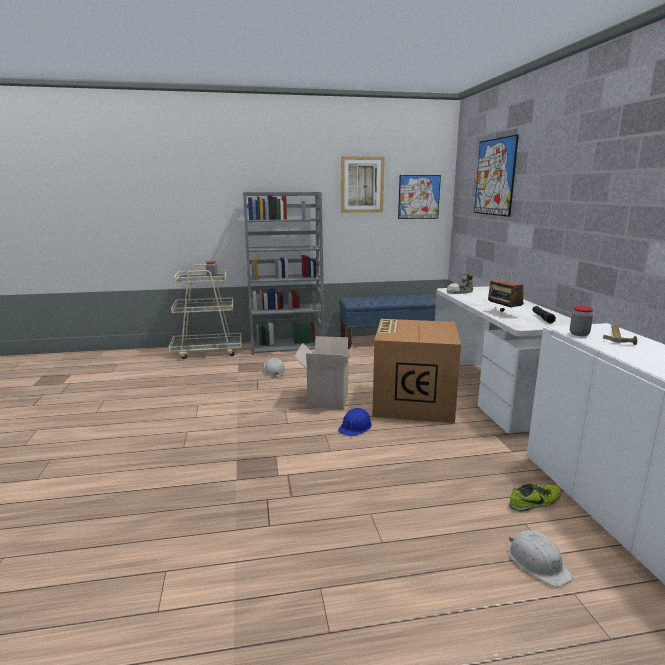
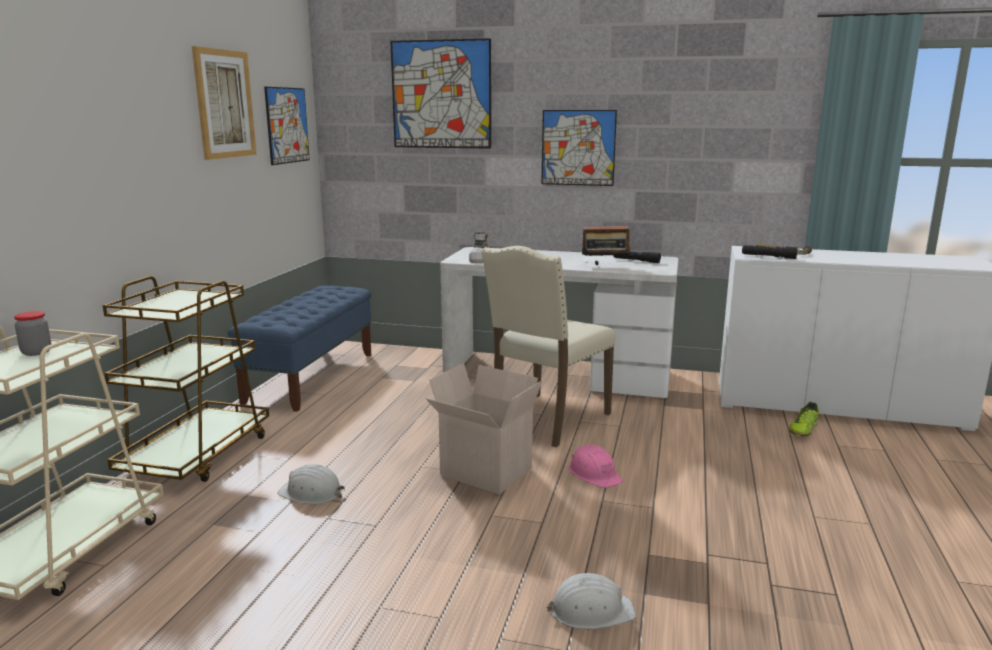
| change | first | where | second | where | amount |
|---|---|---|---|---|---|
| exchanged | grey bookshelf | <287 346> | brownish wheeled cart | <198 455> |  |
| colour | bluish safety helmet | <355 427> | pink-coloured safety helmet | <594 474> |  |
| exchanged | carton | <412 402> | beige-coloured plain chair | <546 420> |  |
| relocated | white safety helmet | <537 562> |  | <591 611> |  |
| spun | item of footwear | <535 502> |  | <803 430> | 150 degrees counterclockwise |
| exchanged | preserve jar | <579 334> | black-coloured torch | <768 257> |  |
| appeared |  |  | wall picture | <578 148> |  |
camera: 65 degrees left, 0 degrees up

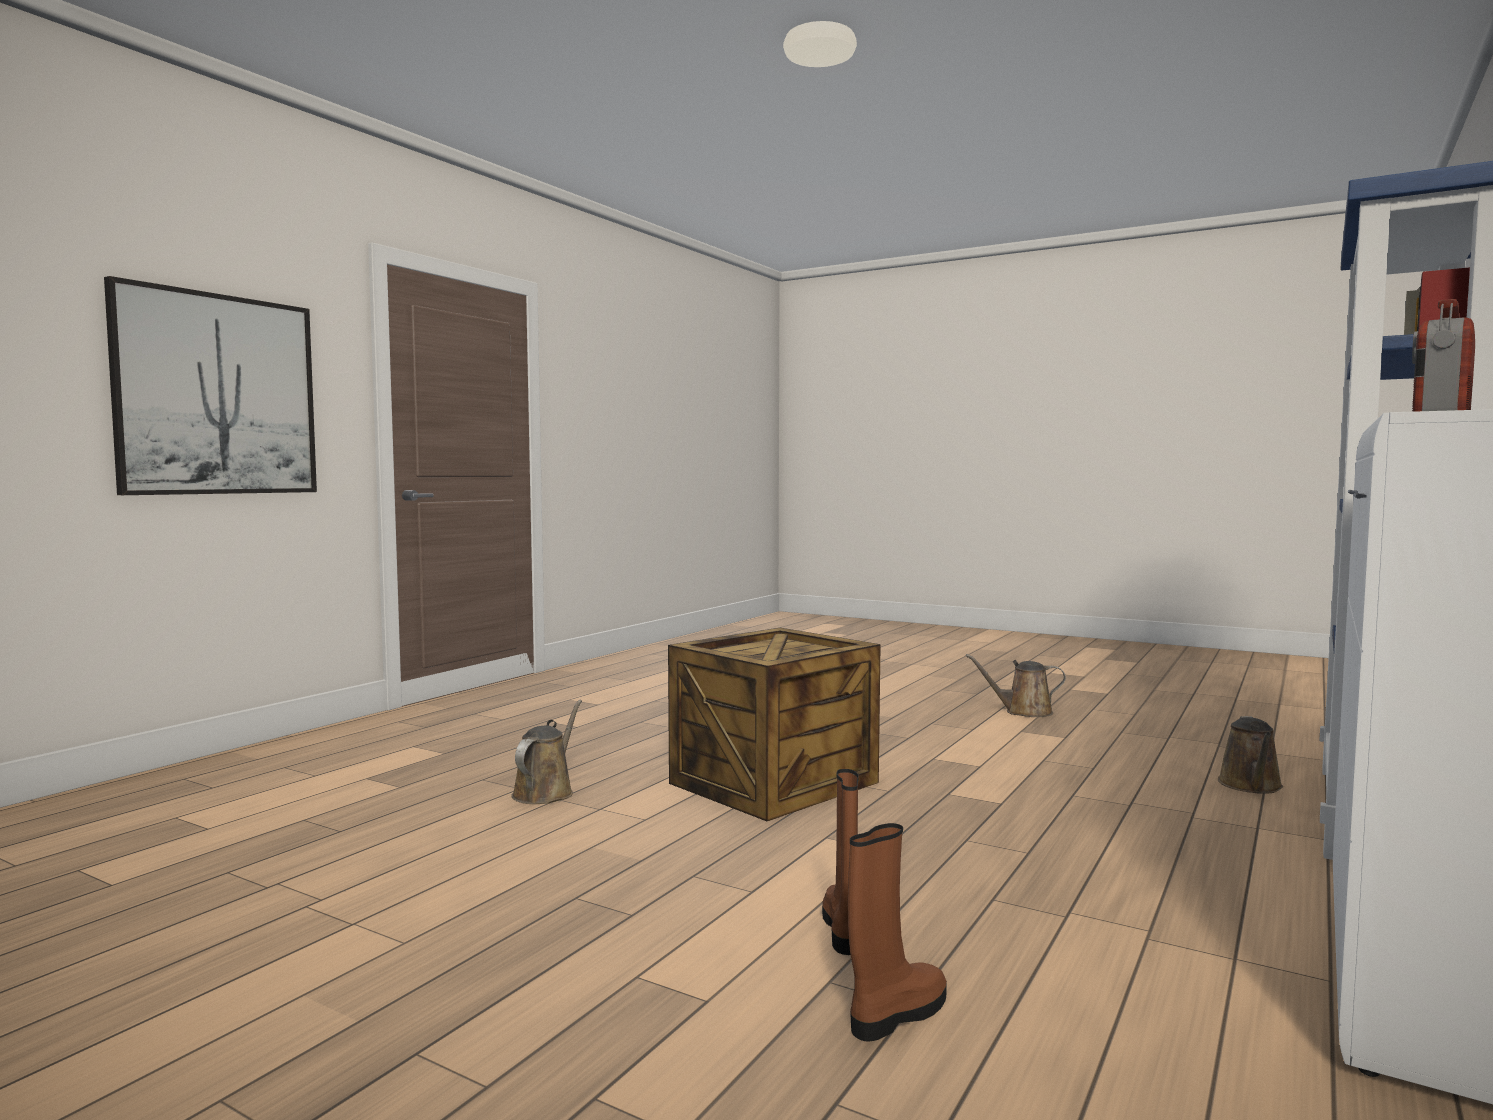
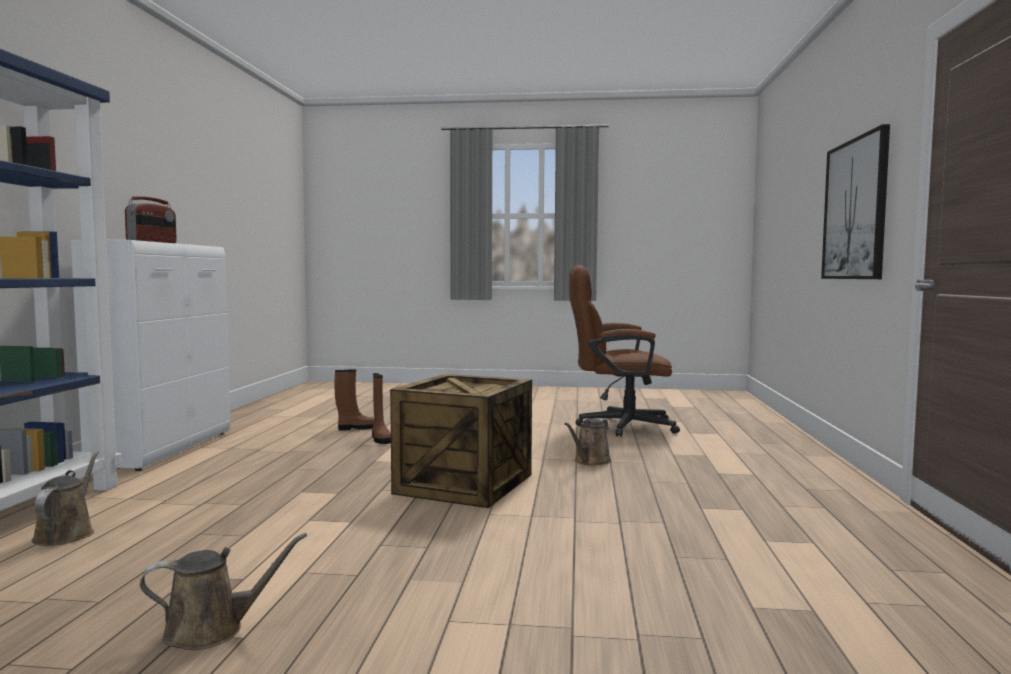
| change | first | where | second | where | amount |
|---|---|---|---|---|---|
| spun | brownish watering can | <546 792> |  | <590 461> | 45 degrees clockwise |
| spun | brownish boot | <896 1014> |  | <356 428> | 135 degrees counterclockwise |
| appeared |  |  | brownish office chair | <617 426> |  |
camera: 155 degrees right, 0 degrees up

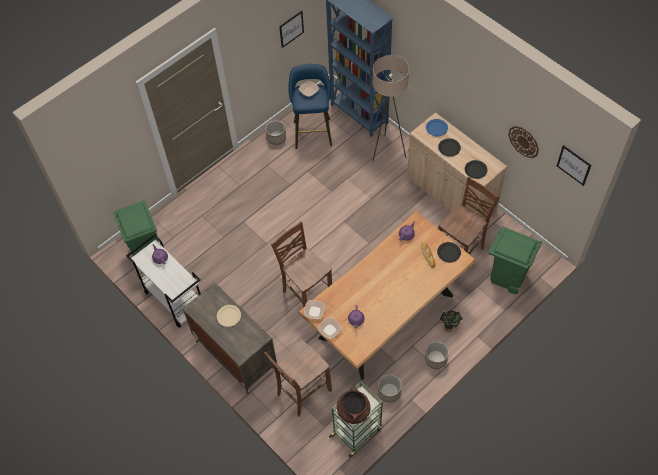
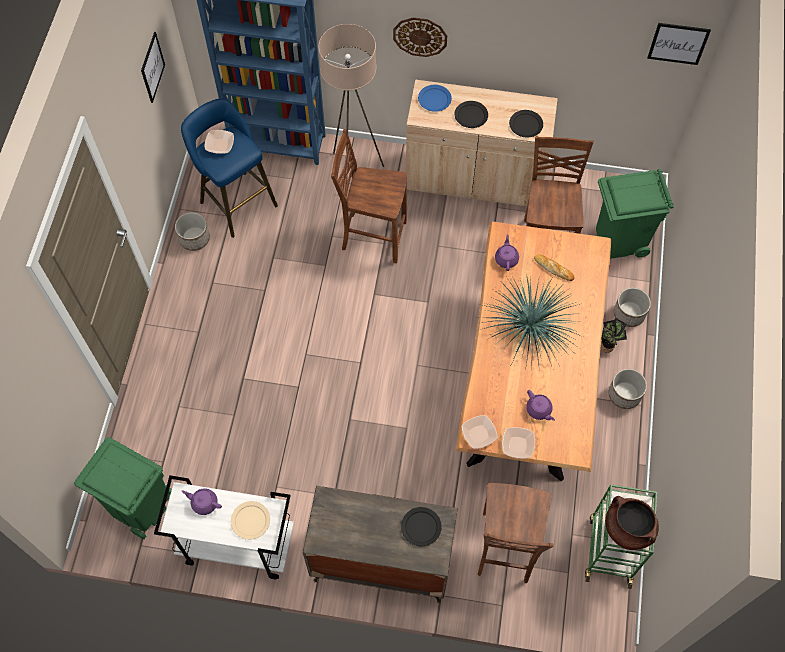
| change | first | where | second | where | amount |
|---|---|---|---|---|---|
| relocated | beige-coloured flat dish | <229 316> |  | <251 520> |  |
| relocated | brownish plain chair | <306 295> |  | <372 236> |  |
| relocated | flower pot | <389 392> |  | <629 314> |  |
| relocated | black-coloured flat dish | <449 253> |  | <421 527> |  |
| relocated | clock on the wall | <524 141> |  | <420 36> |  |
| appeared |  |  | houseplant | <530 326> |  |
camera: 40 degrees left, 5 degrees up

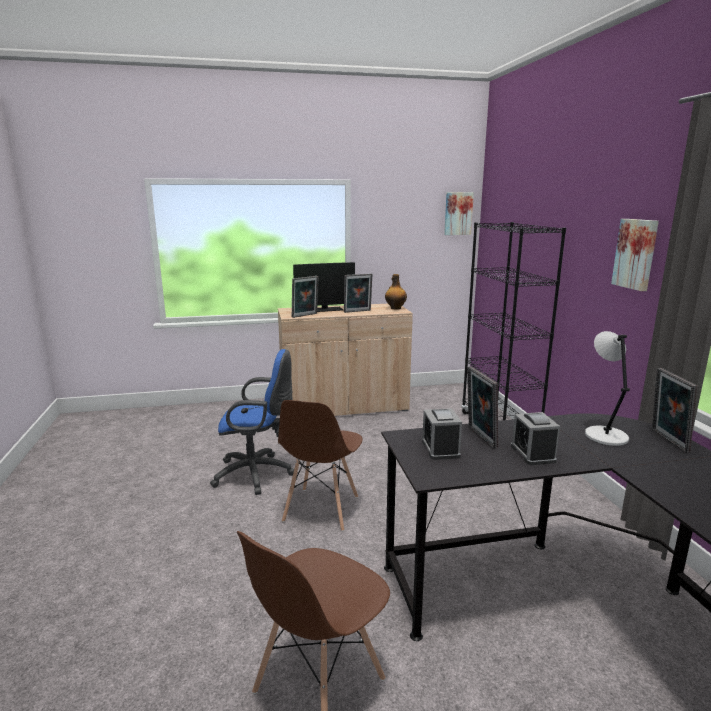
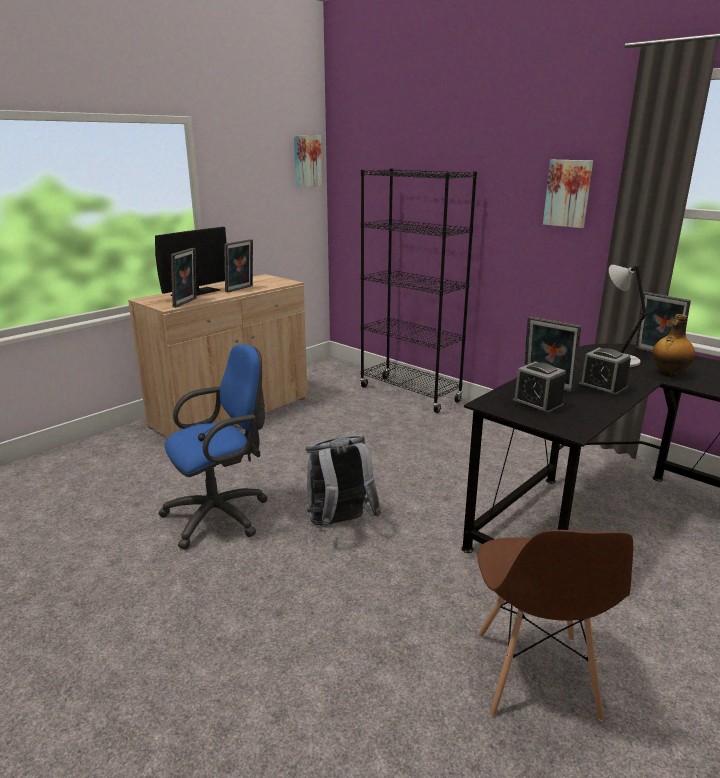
| change | first | where | second | where | amount |
|---|---|---|---|---|---|
| exchanged | brownish plain chair | <321 509> | grey rucksack | <340 524> |  |
| relocated | beverage bottle | <395 308> |  | <668 373> |  |
camera: 35 degrees left, 5 degrees up

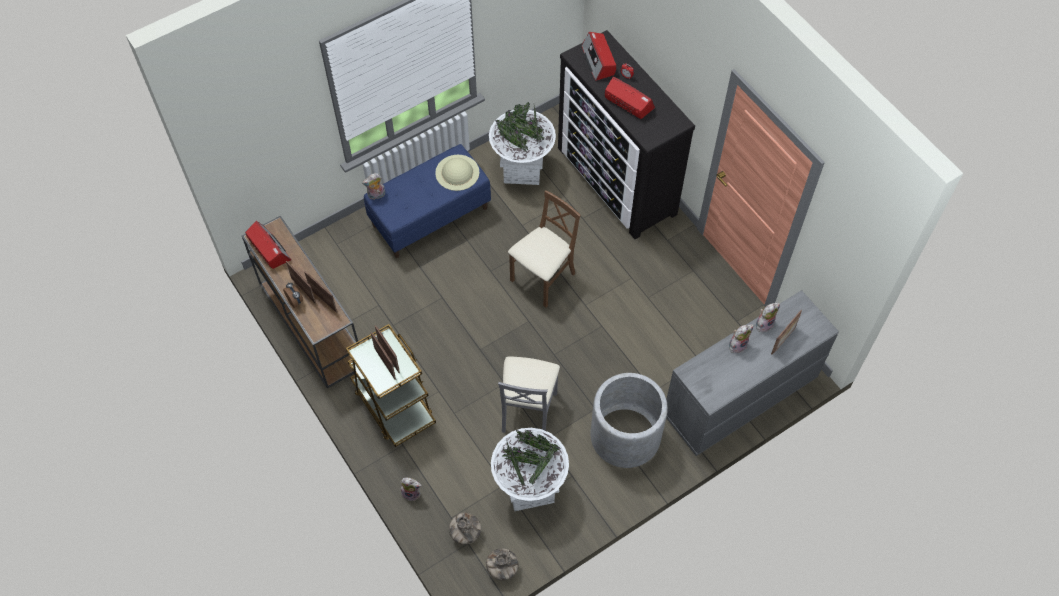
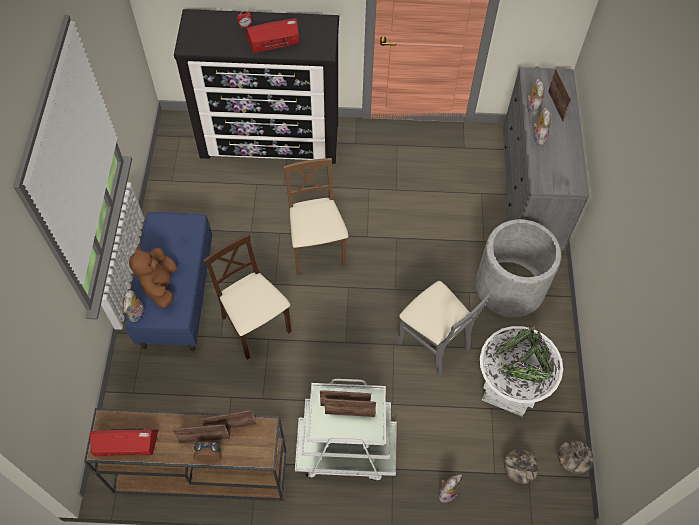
| change | first | where | second | where | amount |
|---|---|---|---|---|---|
| colour | brownish wheeled cart | <393 405> | white wheeled cart | <345 450> |  |
| missing | beige-coloured wearable hat | <457 172> |  |  |  |
| missing | white flower pot | <522 169> |  |  |  |
| missing | radio set | <598 61> |  |  |  |
| appeared |  |  | brownish cuddly toy | <160 285> |  |
| appeared |  |  | beige-coloured plain chair | <255 326> |  |
camera: 55 degrees left, 0 degrees up

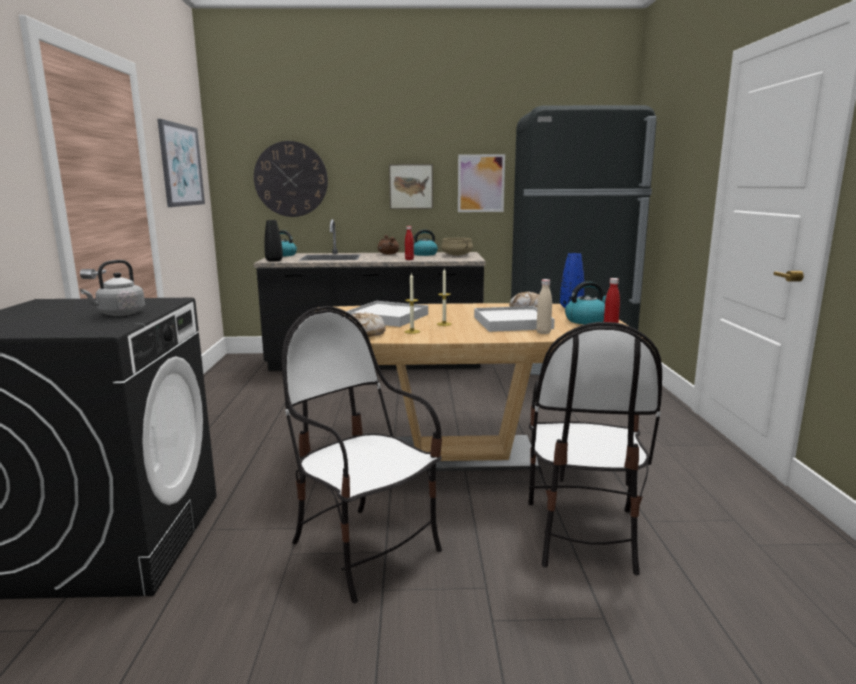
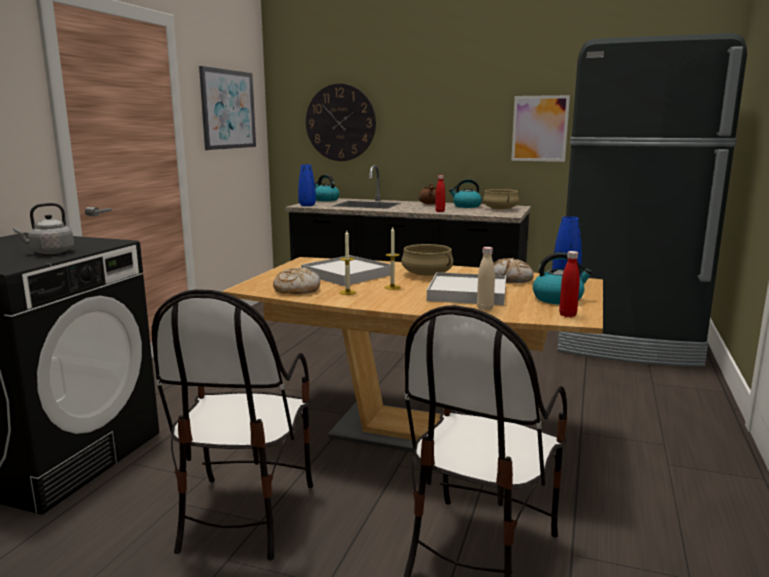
| change | first | where | second | where | amount |
|---|---|---|---|---|---|
| colour | black-coloured decorative vase | <274 260> | bluish decorative vase | <307 205> |  |
| spun | plain chair | <365 550> |  | <243 514> | 150 degrees counterclockwise |
| missing | wall picture | <411 186> |  |  |  |
| appeared |  |  | beige-coloured saucepot | <427 274> |  |
camera: 20 degrees right, 0 degrees up

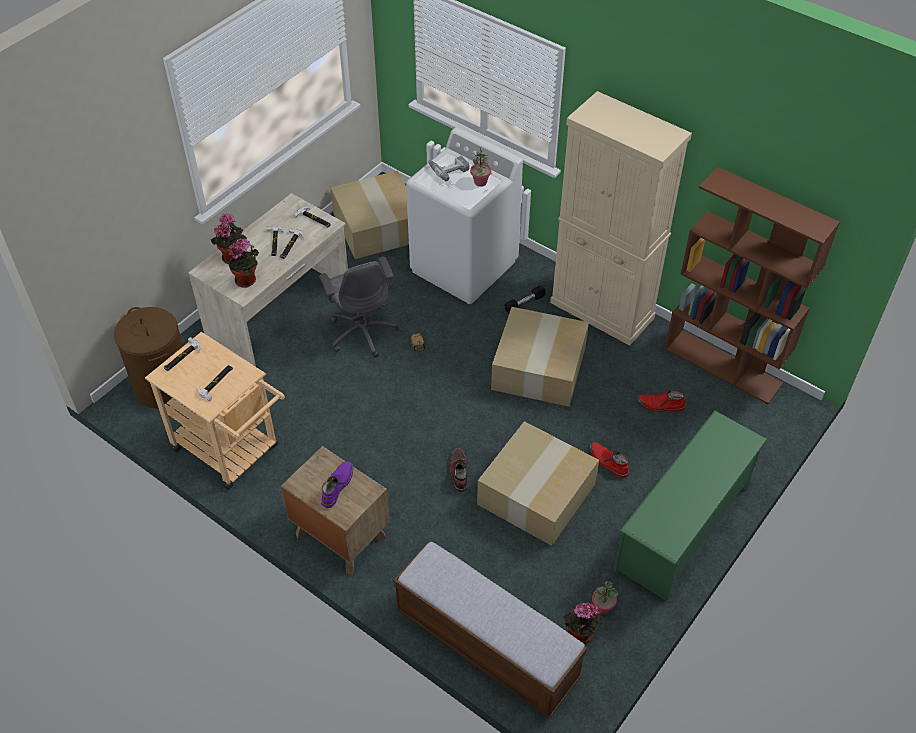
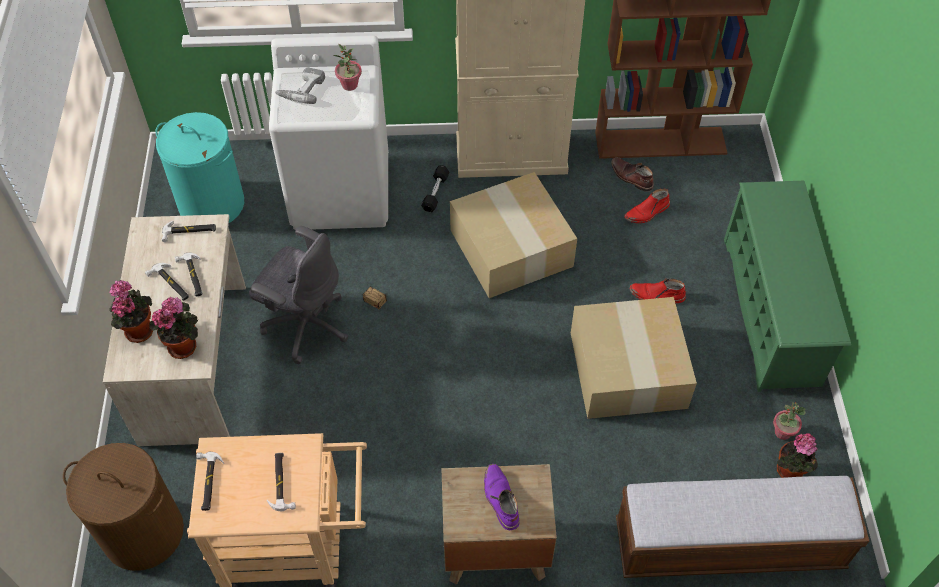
| change | first | where | second | where | amount |
|---|---|---|---|---|---|
| exchanged | carton | <379 227> | turquoise hamper | <212 204> |  |
| relocated | brownish boot | <458 472> |  | <631 177> |  |
camera: 40 degrees left, 5 degrees up

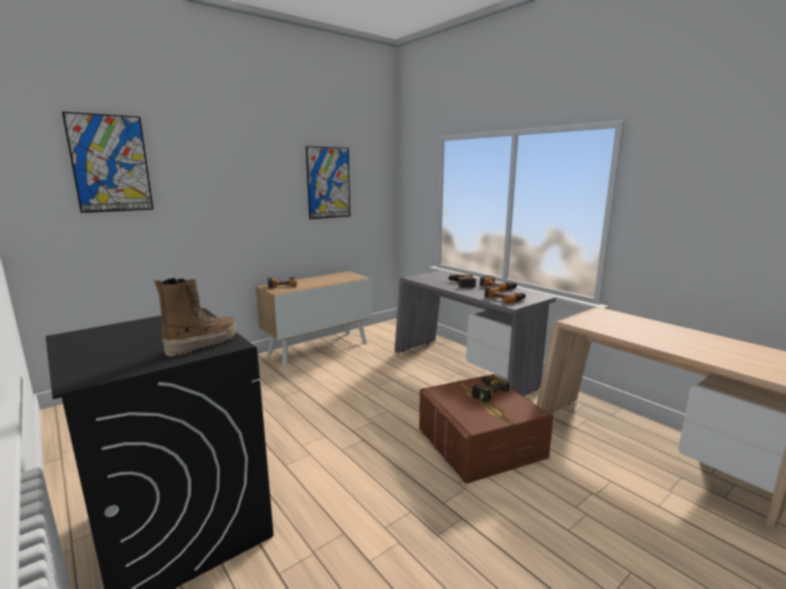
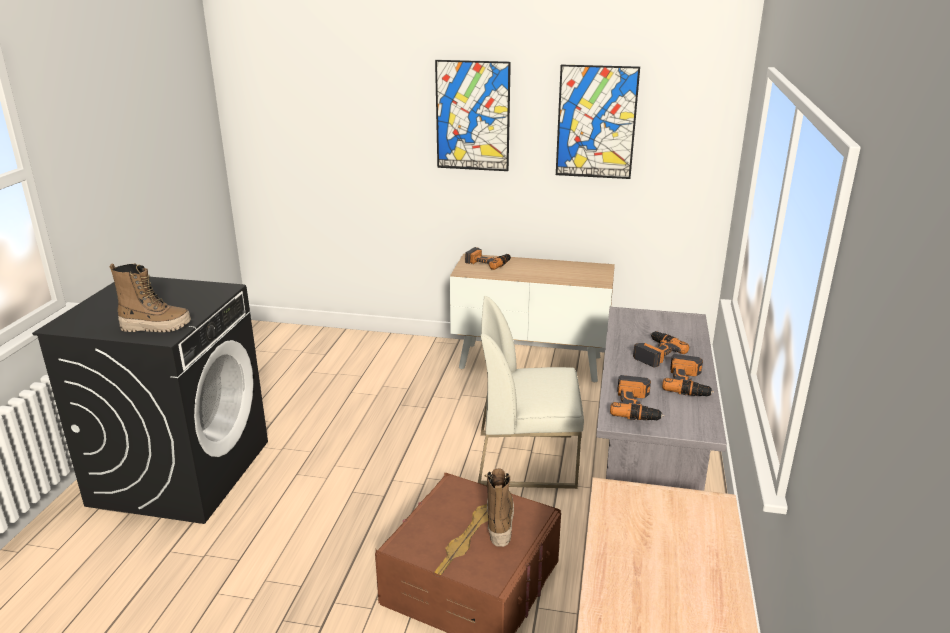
| change | first | where | second | where | amount |
|---|---|---|---|---|---|
| relocated | wall picture | <110 164> |  | <472 116> |  |
| exchanged | power drill | <485 391> | boot | <499 521> |  |
| appeared |  |  | white plain chair | <527 459> |  |
camera: 50 degrees right, 10 degrees up

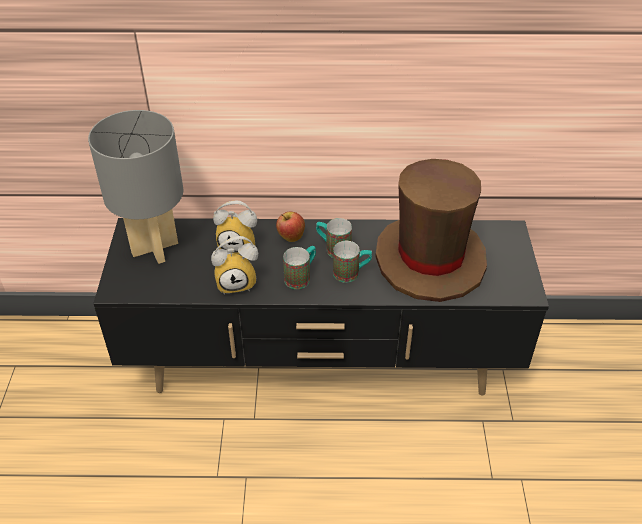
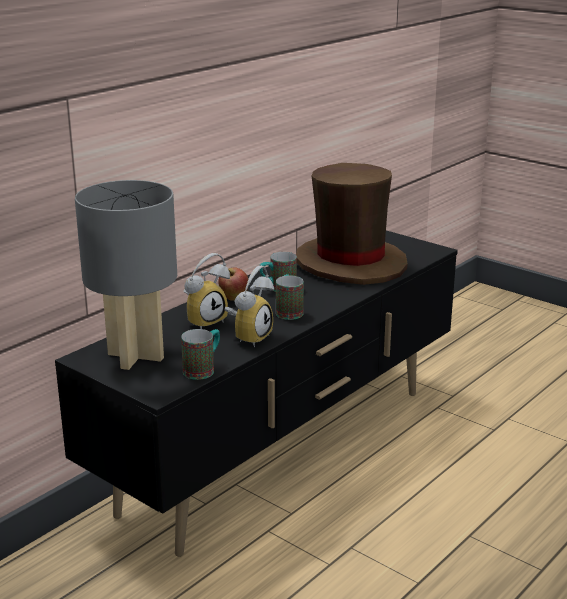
| change | first | where | second | where | amount |
|---|---|---|---|---|---|
| relocated | tea mug | <351 273> |  | <203 369> |  |
camera: 50 degrees left, 20 degrees down

